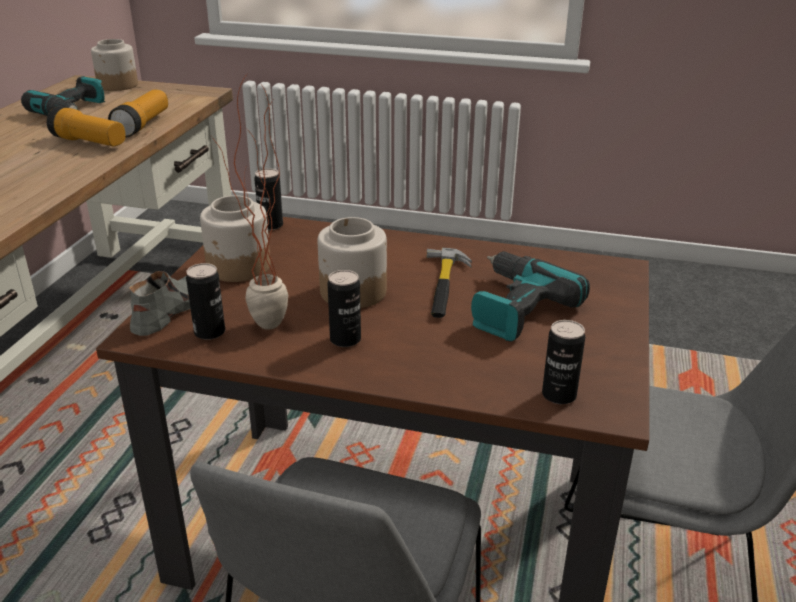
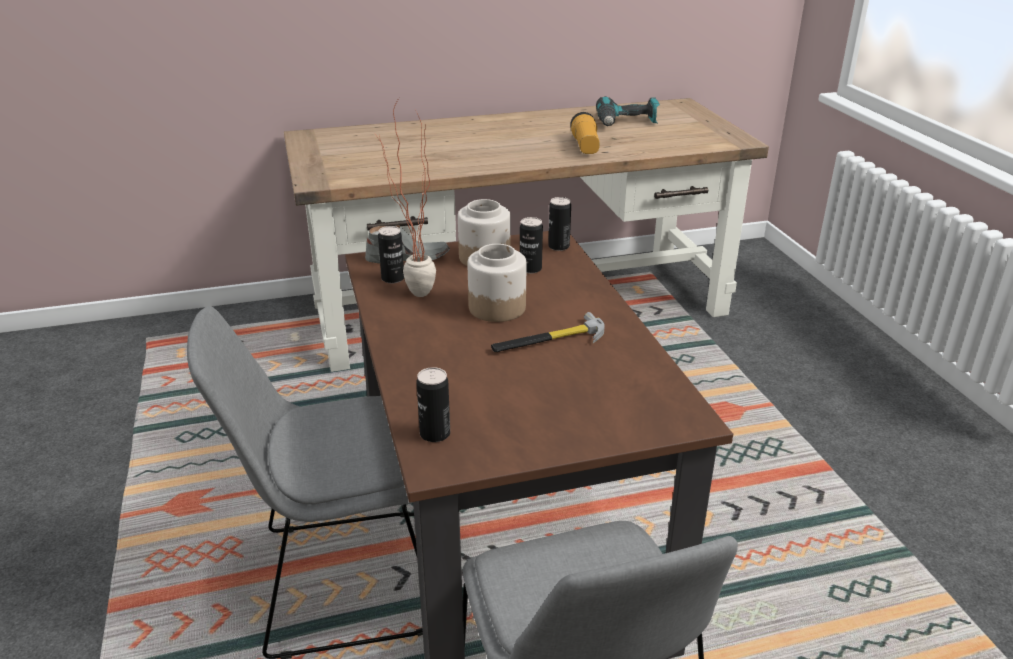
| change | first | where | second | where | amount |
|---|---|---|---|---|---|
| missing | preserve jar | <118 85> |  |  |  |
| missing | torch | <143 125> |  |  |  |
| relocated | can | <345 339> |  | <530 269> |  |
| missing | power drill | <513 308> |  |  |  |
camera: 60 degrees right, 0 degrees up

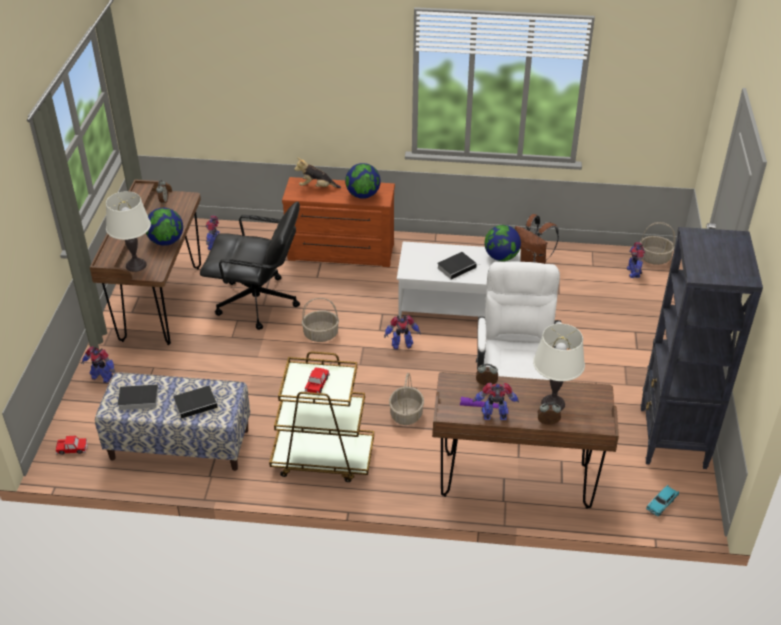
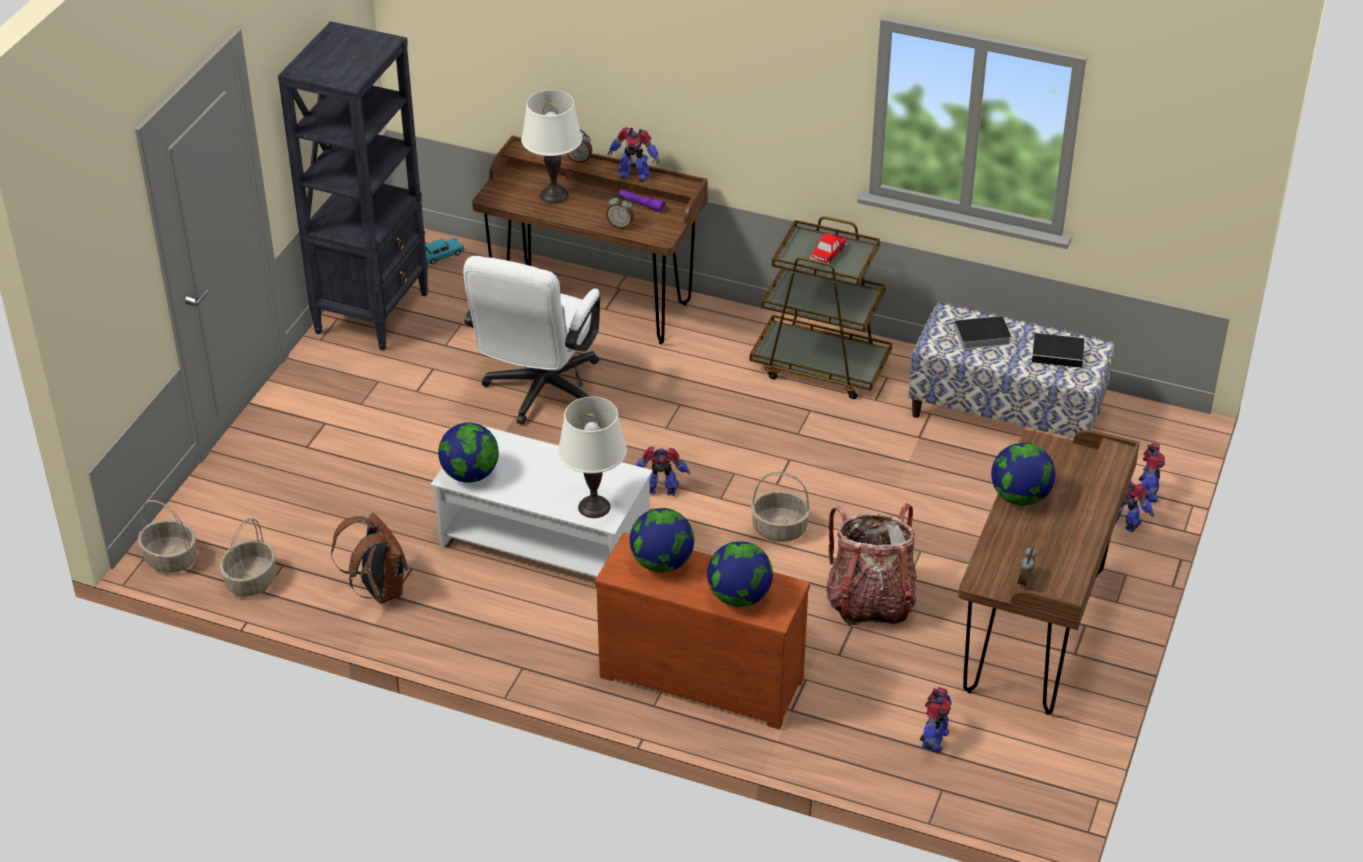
| change | first | where | second | where | amount |
|---|---|---|---|---|---|
| missing | toy car | <72 448> |  |  |  |
| relocated | white table lamp | <136 265> |  | <594 507> |  |
| exchanged | black-coloured office chair | <258 303> | rucksack | <870 601> |  |
| exchanged | cuddly toy | <317 187> | desk globe | <739 597> |  |
| relocated | household basket | <406 414> |  | <251 580> |  |
| missing | bound book | <457 267> |  |  |  |
| relocated | model robot | <633 272> |  | <1147 492> |  |
camera: 165 degrees left, 0 degrees up

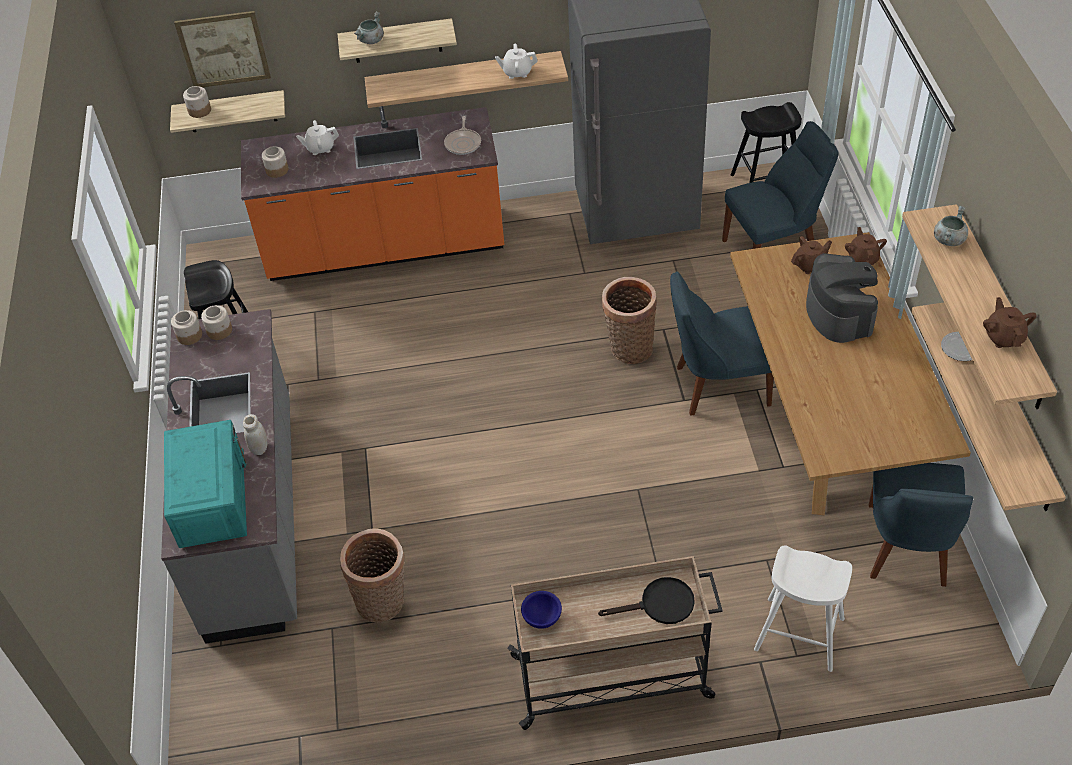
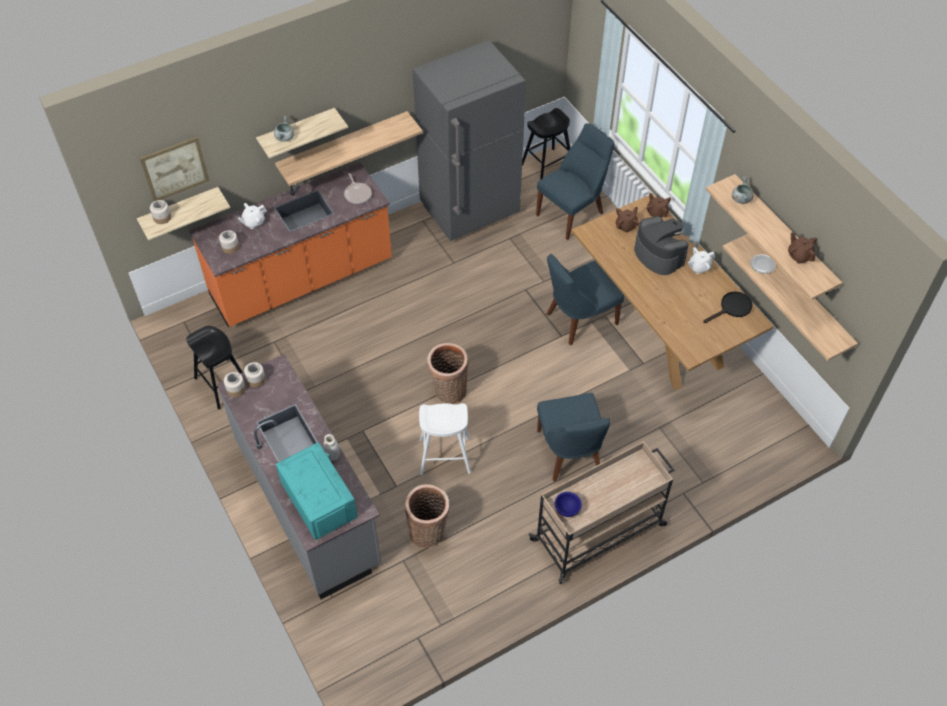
| change | first | where | second | where | amount |
|---|---|---|---|---|---|
| relocated | white tea pot | <517 72> |  | <698 267> |  |
| relocated | black-coloured pan | <659 605> |  | <732 308> |  |
| relocated | household basket | <628 347> |  | <448 391> |  |
| relocated | white stool seat | <799 634> |  | <445 456> |  |
| relocated | bluish plain chair | <907 549> |  | <570 454> |  |
camera: 25 degrees left, 5 degrees up

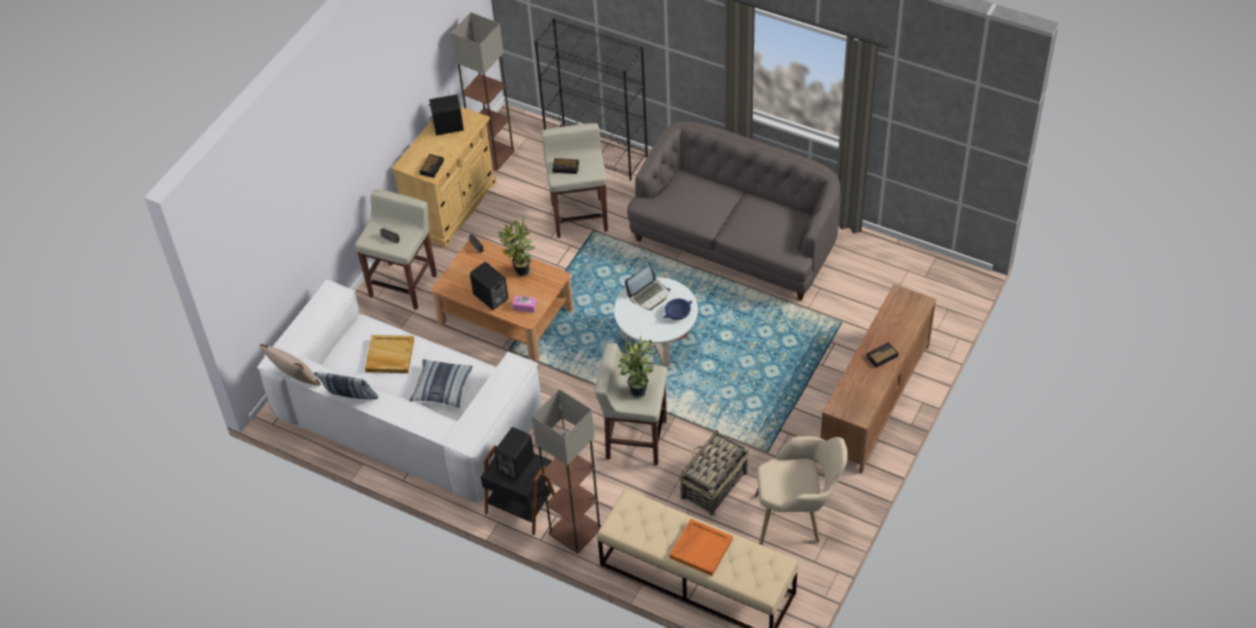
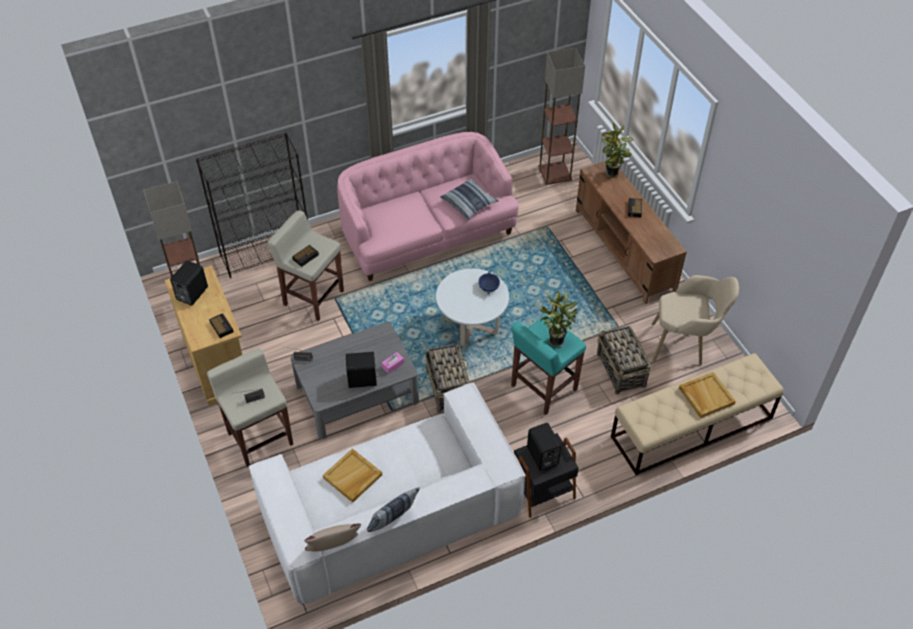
| change | first | where | second | where | amount |
|---|---|---|---|---|---|
| relocated | cushion | <442 388> |  | <469 203> |  |
| colour | brownish lounge table | <505 315> | grey lounge table | <357 393> |  |
| relocated | houseplant | <520 272> |  | <612 174> |  |
| relocated | standing lamp | <575 531> |  | <555 173> |  |
| colour | beige-coloured stool seat | <635 439> | turquoise stool seat | <543 388> |  |
| missing | laptop | <649 295> |  |  |  |
| colour | grey couch | <736 242> | pink-coloured couch | <427 233> |  |
| colour | orange serving tray | <701 548> | beige-coloured serving tray | <705 396> |  |
| spun | beige-coloured armchair | <797 518> |  | <685 344> | 60 degrees clockwise |
| appeared |  |  | household basket | <447 387> |  |
camera: 55 degrees left, 0 degrees up

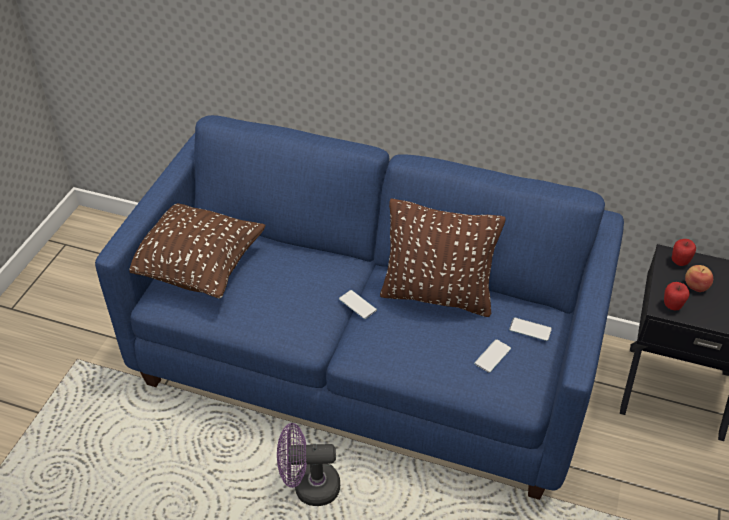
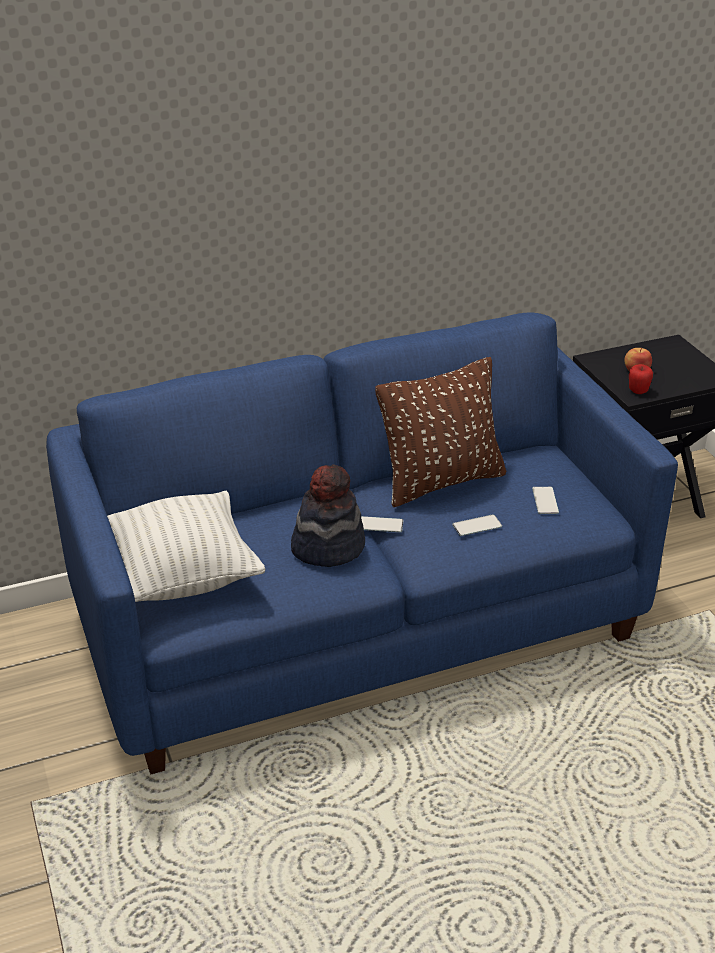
| change | first | where | second | where | amount |
|---|---|---|---|---|---|
| colour | brownish cushion | <198 269> | white cushion | <180 576> |  |
| missing | purple-coloured cooling fan | <309 487> |  |  |  |
| relocated | telephone | <530 329> |  | <477 526> |  |
| missing | apple fruit | <679 262> |  |  |  |
| appeared |  |  | wearable hat | <328 546> |  |
camera: 40 degrees left, 10 degrees down

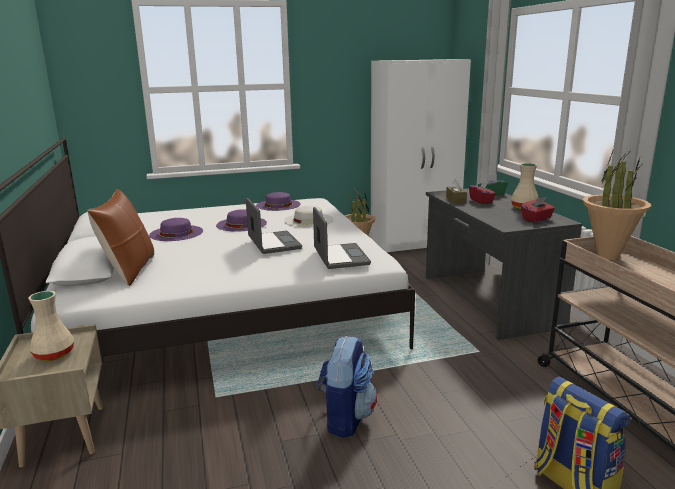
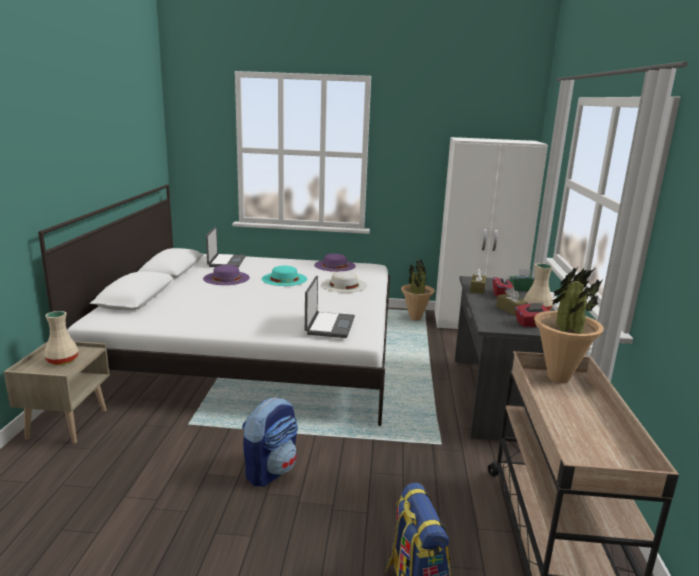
| change | first | where | second | where | amount |
|---|---|---|---|---|---|
| missing | brownish cushion | <129 270> |  |  |  |
| colour | purple-coloured wearable hat | <241 224> | turquoise wearable hat | <284 279> |  |
| relocated | laptop | <273 243> |  | <226 262> |  |
| appeared |  |  | brownish tissue holder | <510 310> |  |
camera: 20 degrees right, 0 degrees up

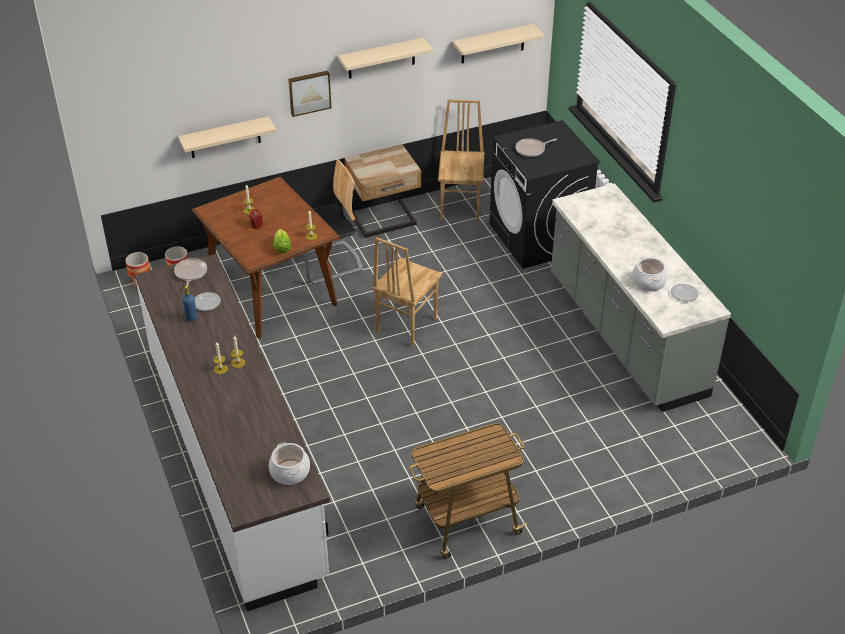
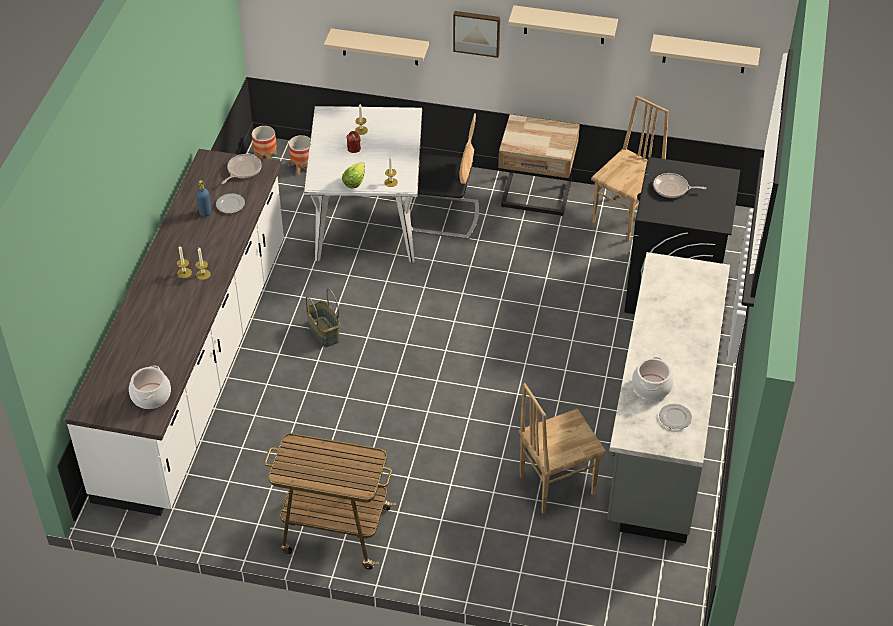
| change | first | where | second | where | amount |
|---|---|---|---|---|---|
| colour | brownish dinner table | <271 291> | white dinner table | <368 220> |  |
| relocated | brownish plain chair | <405 325> |  | <555 484> |  |
| appeared |  |  | household basket | <323 332> |  |
camera: 35 degrees right, 5 degrees up

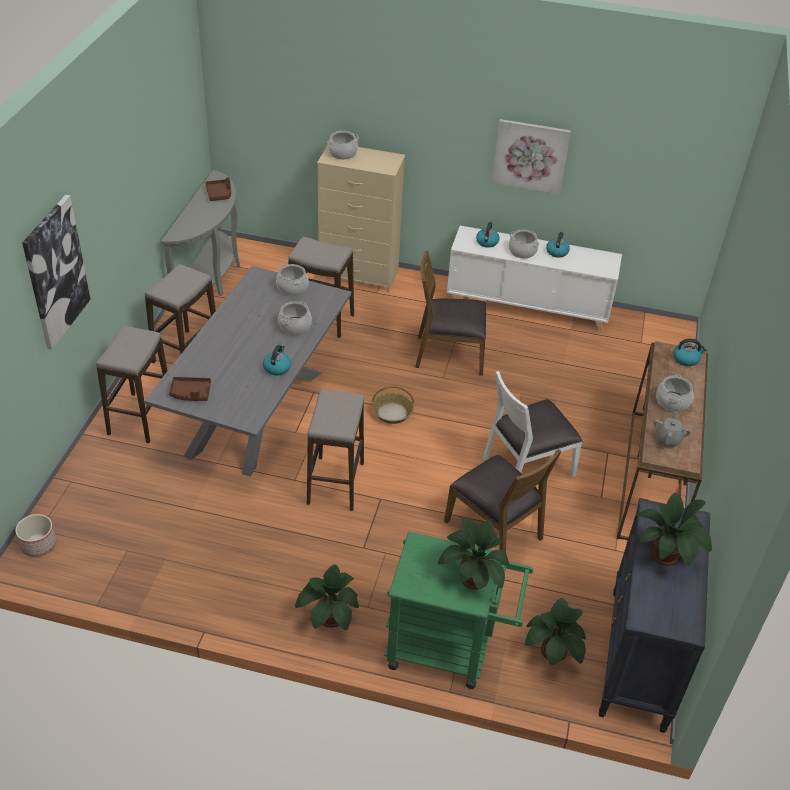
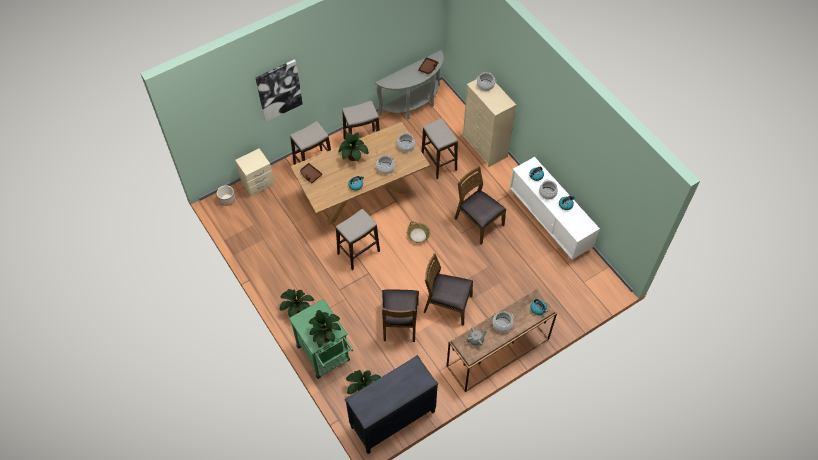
| change | first | where | second | where | amount |
|---|---|---|---|---|---|
| colour | grey dinner table | <257 411> | brownish dinner table | <362 194> |  |
| colour | white plain chair | <527 466> | brownish plain chair | <447 304> |  |
| missing | wall picture | <530 155> |  |  |  |
| relocated | houseplant | <667 555> |  | <353 157> |  |
| appeared |  |  | beige-coloured nightstand | <257 183> |  |
camera: 45 degrees right, 15 degrees up

